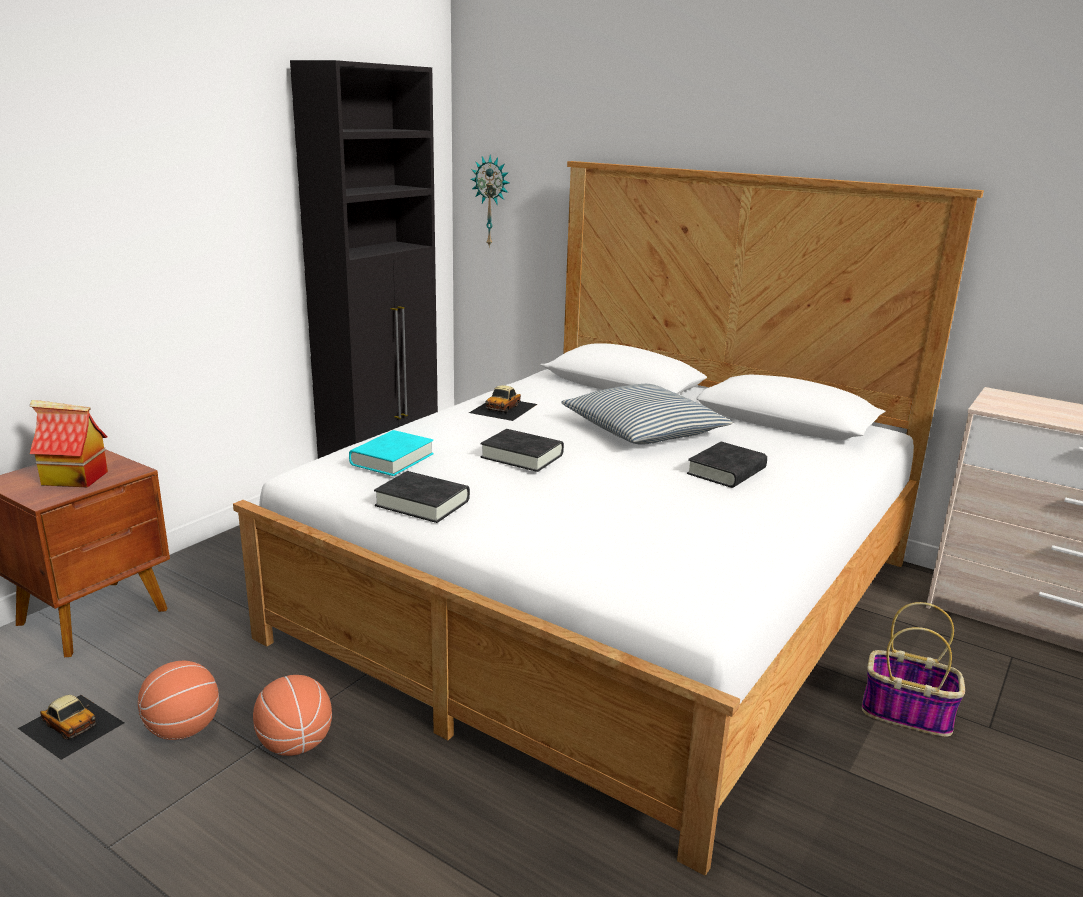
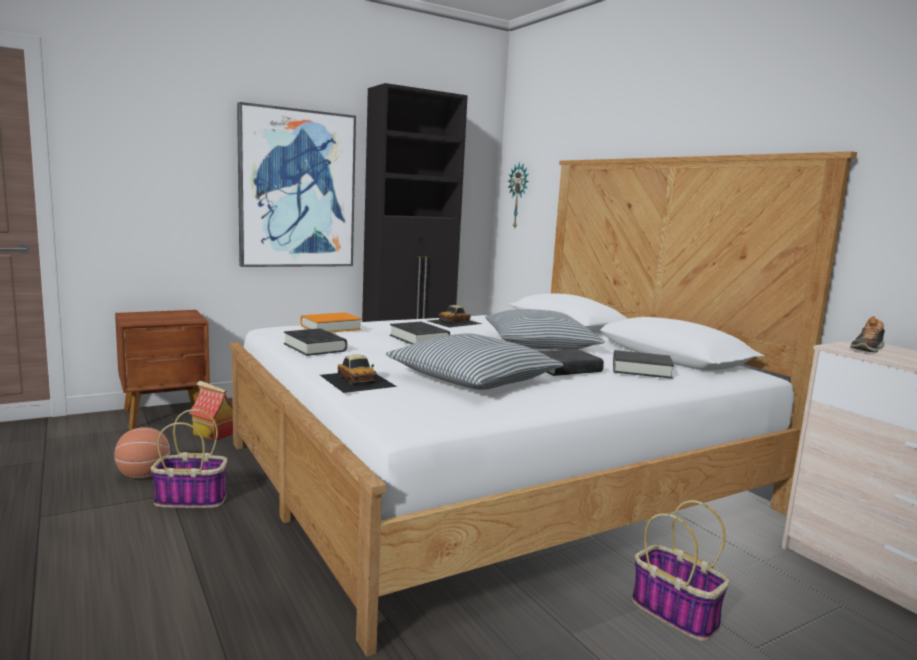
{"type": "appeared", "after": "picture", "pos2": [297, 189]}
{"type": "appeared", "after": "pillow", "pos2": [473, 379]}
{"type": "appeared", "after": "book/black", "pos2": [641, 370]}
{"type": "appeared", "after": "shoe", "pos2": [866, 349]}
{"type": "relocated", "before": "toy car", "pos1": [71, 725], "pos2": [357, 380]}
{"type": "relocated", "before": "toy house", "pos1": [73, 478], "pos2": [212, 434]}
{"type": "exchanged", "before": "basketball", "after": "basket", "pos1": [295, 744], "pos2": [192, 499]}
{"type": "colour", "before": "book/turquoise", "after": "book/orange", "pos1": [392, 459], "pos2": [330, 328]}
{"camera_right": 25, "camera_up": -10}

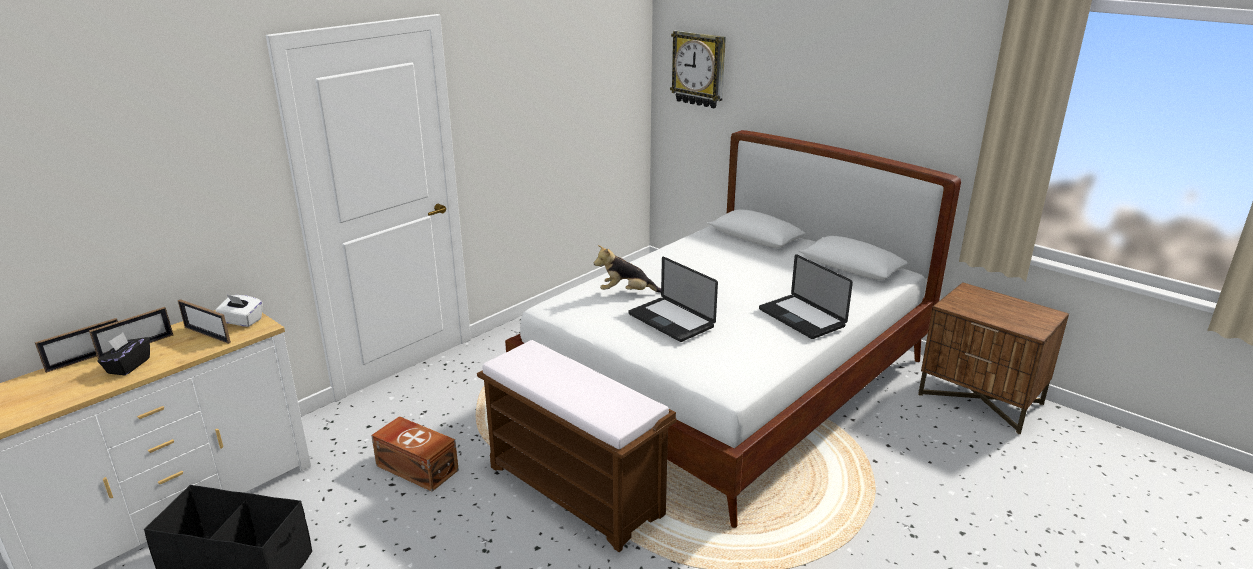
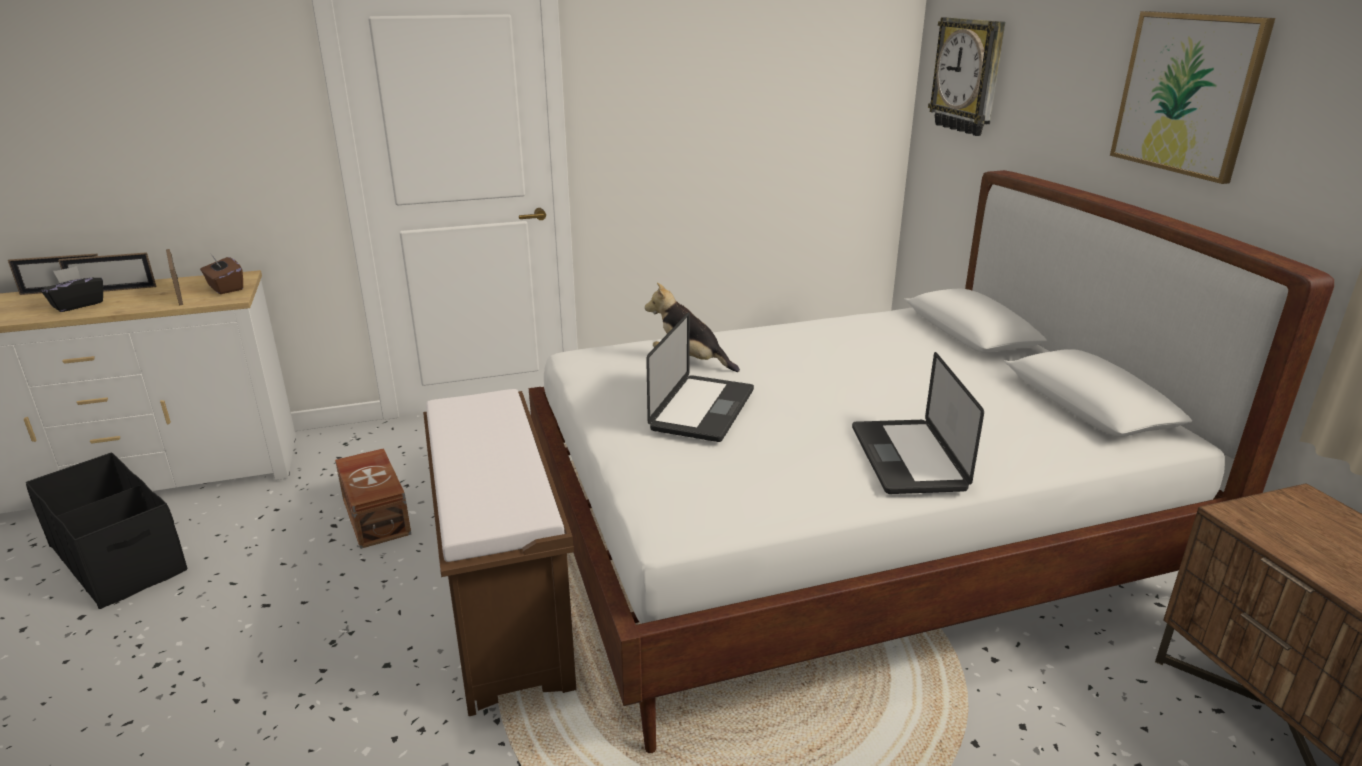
{"type": "appeared", "after": "picture", "pos2": [1187, 94]}
{"type": "colour", "before": "tissue box/white", "after": "tissue box/brown", "pos1": [242, 321], "pos2": [225, 288]}
{"type": "spun", "before": "laptop", "pos1": [671, 321], "pos2": [702, 410], "turn": -150}
{"camera_right": 30, "camera_up": 0}

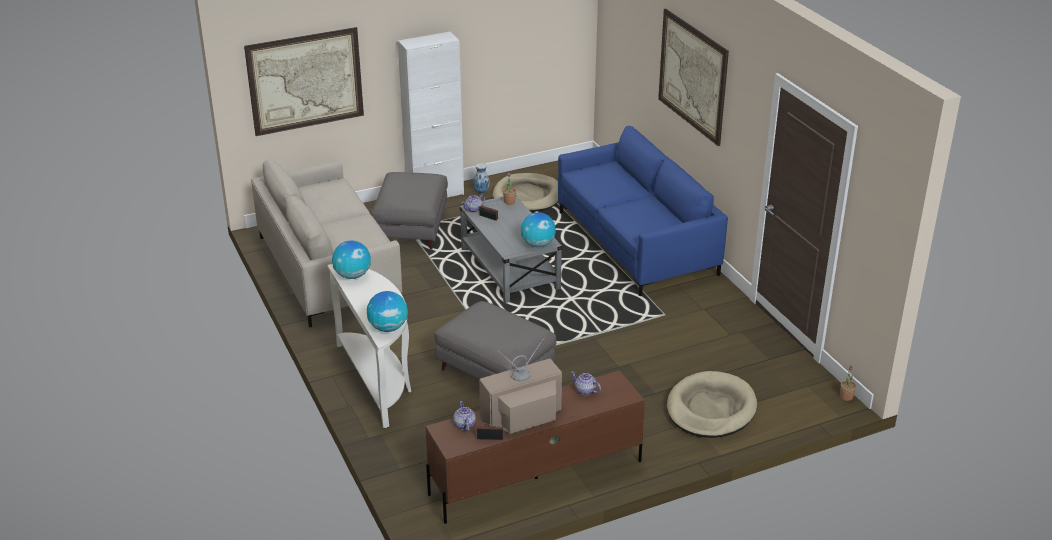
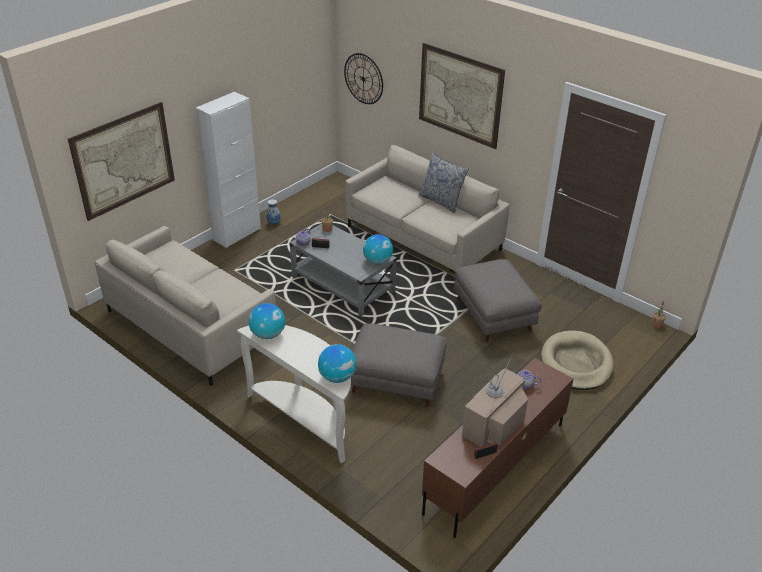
{"type": "missing", "before": "teapot", "pos1": [464, 425]}
{"type": "missing", "before": "dog bed/beige", "pos1": [527, 196]}
{"type": "appeared", "after": "wall clock", "pos2": [363, 78]}
{"type": "appeared", "after": "pillow", "pos2": [441, 201]}
{"type": "relocated", "before": "ottoman/grey", "pos1": [411, 229], "pos2": [493, 315]}
{"type": "colour", "before": "sofa/blue", "after": "sofa/beige", "pos1": [636, 243], "pos2": [423, 239]}
{"camera_right": -25, "camera_up": 5}

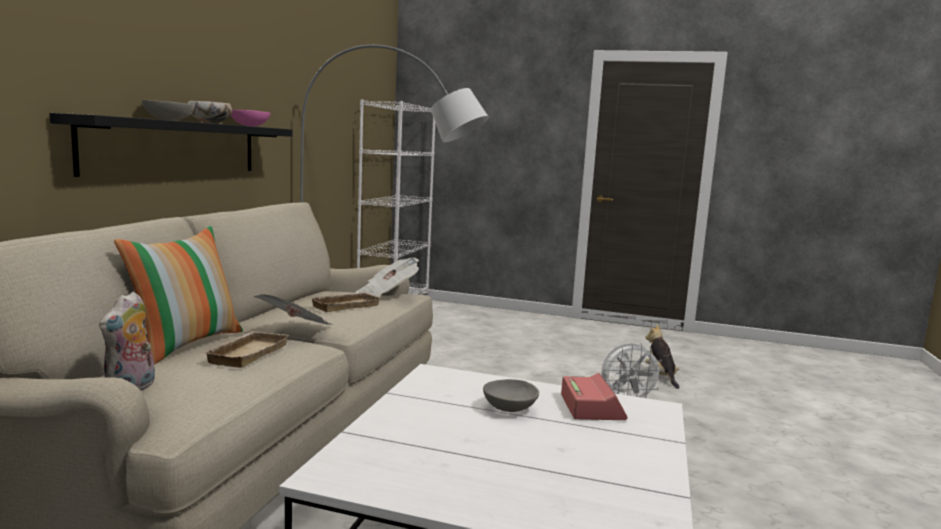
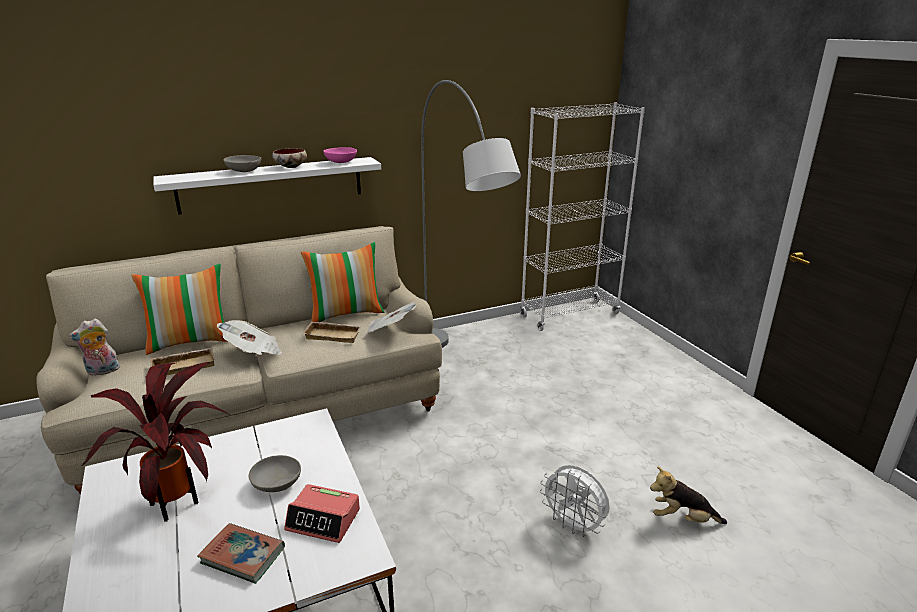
{"type": "appeared", "after": "potted plant", "pos2": [180, 502]}
{"type": "appeared", "after": "book", "pos2": [243, 556]}
{"type": "appeared", "after": "pillow", "pos2": [346, 313]}
{"type": "colour", "before": "shelf/black", "after": "shelf/white", "pos1": [176, 147], "pos2": [271, 185]}
{"type": "spun", "before": "alarm clock", "pos1": [591, 407], "pos2": [324, 520], "turn": 60}
{"type": "spun", "before": "plush toy", "pos1": [661, 376], "pos2": [682, 518], "turn": -120}
{"camera_right": 50, "camera_up": 15}

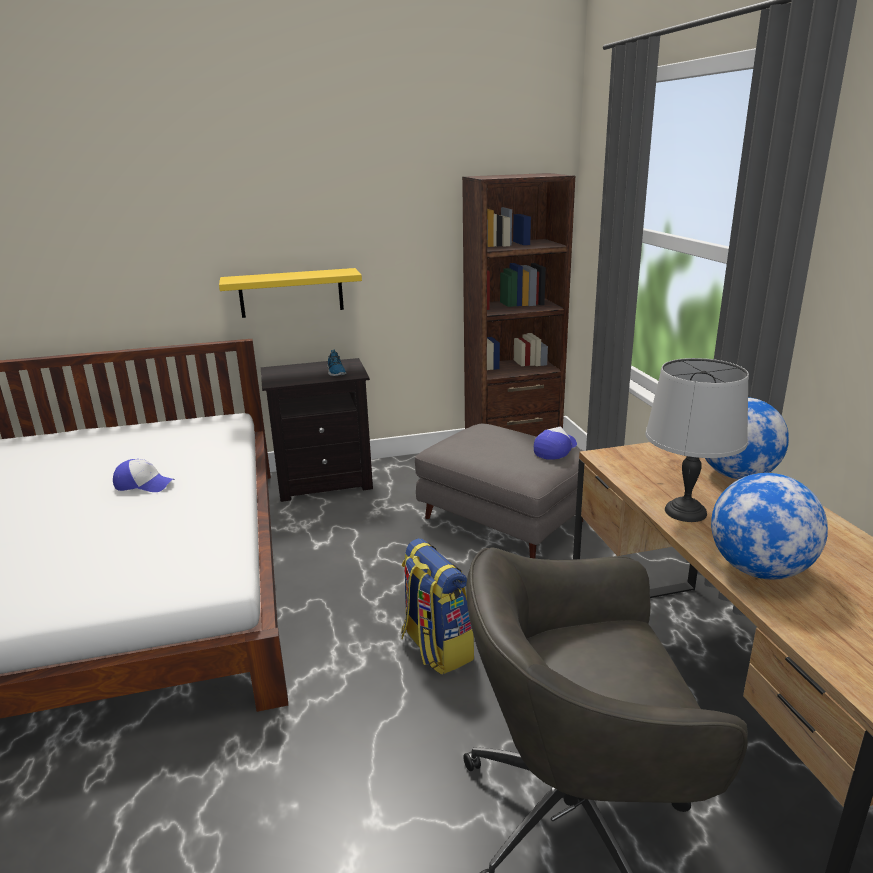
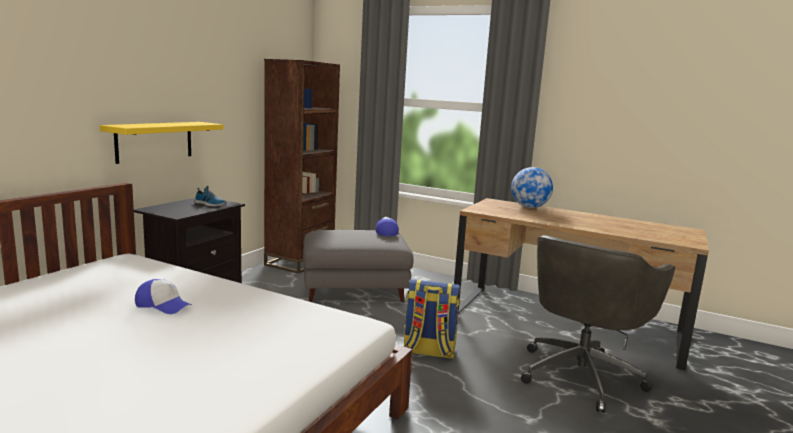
{"type": "missing", "before": "table lamp/grey", "pos1": [684, 512]}
{"type": "missing", "before": "globe", "pos1": [759, 570]}
{"type": "spun", "before": "cap", "pos1": [144, 484], "pos2": [163, 305], "turn": 60}
{"camera_right": -50, "camera_up": -10}

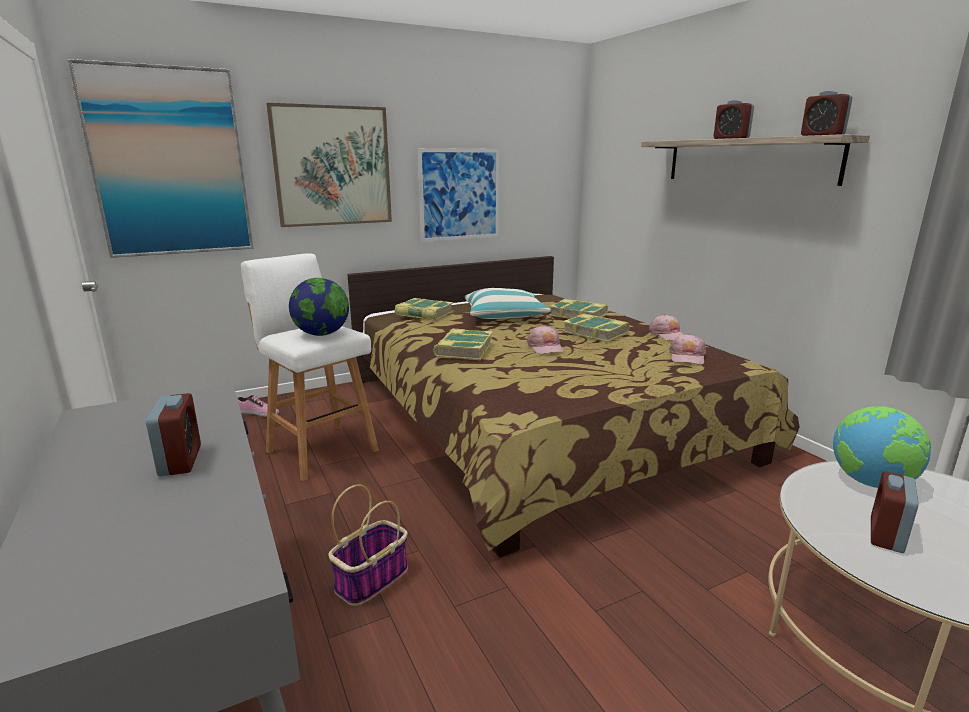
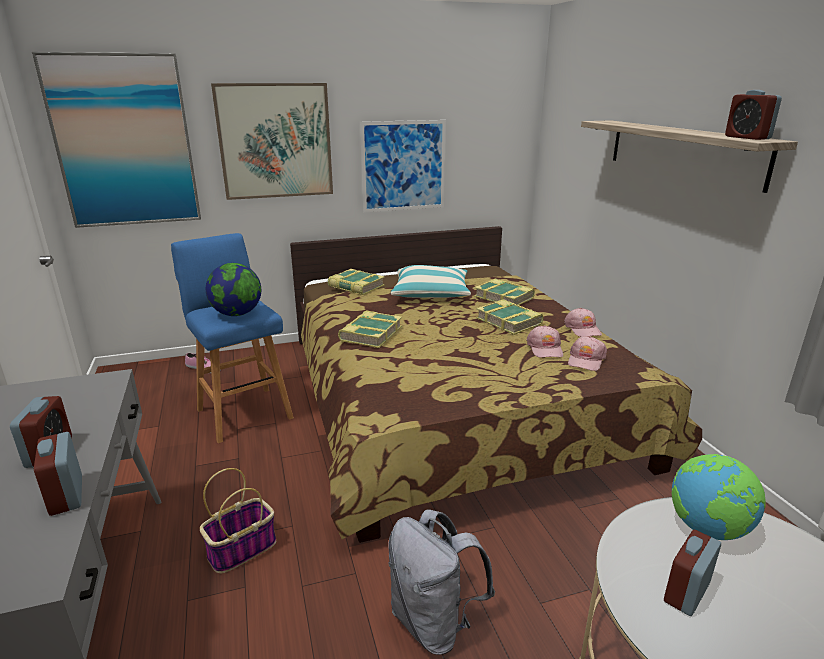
{"type": "appeared", "after": "backpack/grey", "pos2": [434, 622]}
{"type": "relocated", "before": "cap/pink", "pos1": [545, 347], "pos2": [545, 348]}
{"type": "relocated", "before": "alarm clock", "pos1": [731, 138], "pos2": [66, 495]}
{"type": "colour", "before": "stool/white", "after": "stool/blue", "pos1": [320, 449], "pos2": [243, 412]}
{"camera_right": 10, "camera_up": 5}

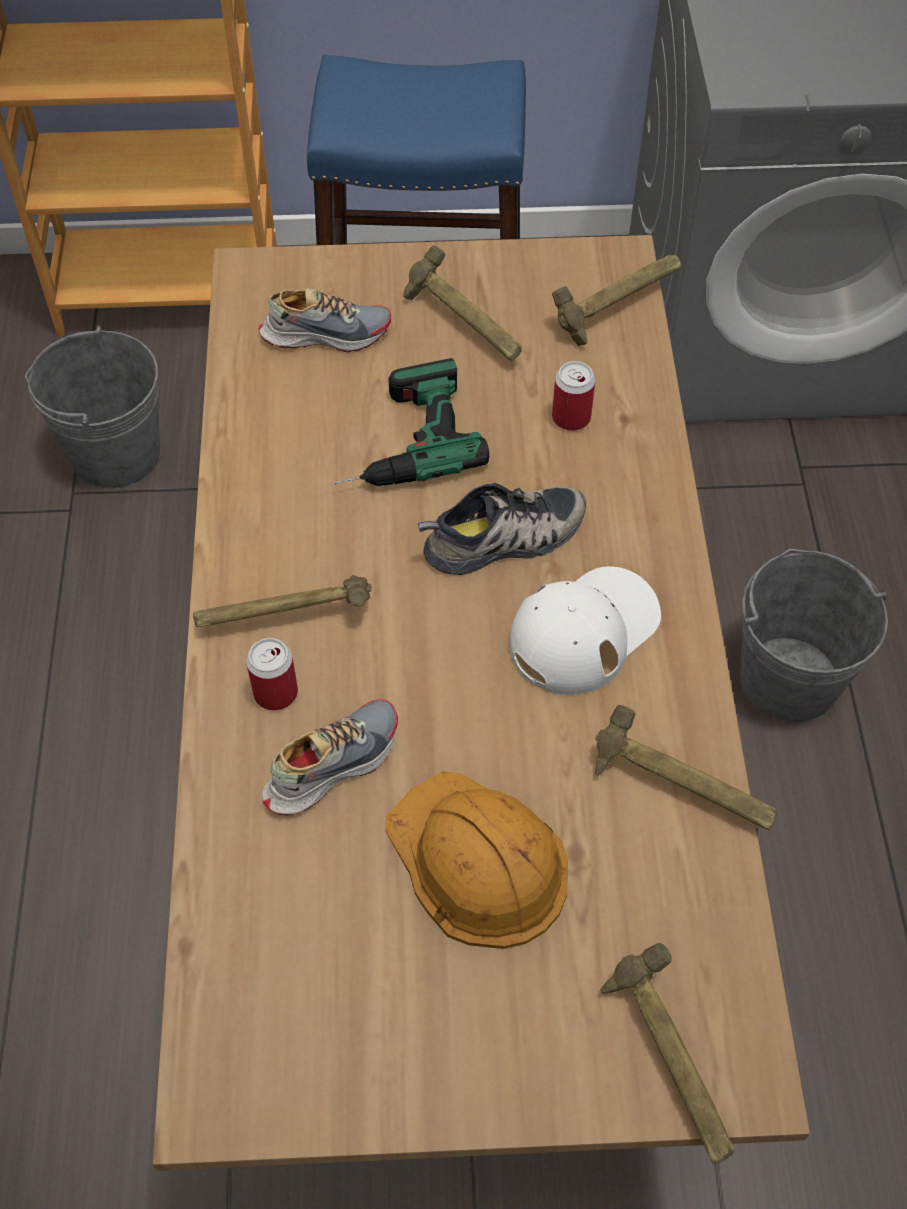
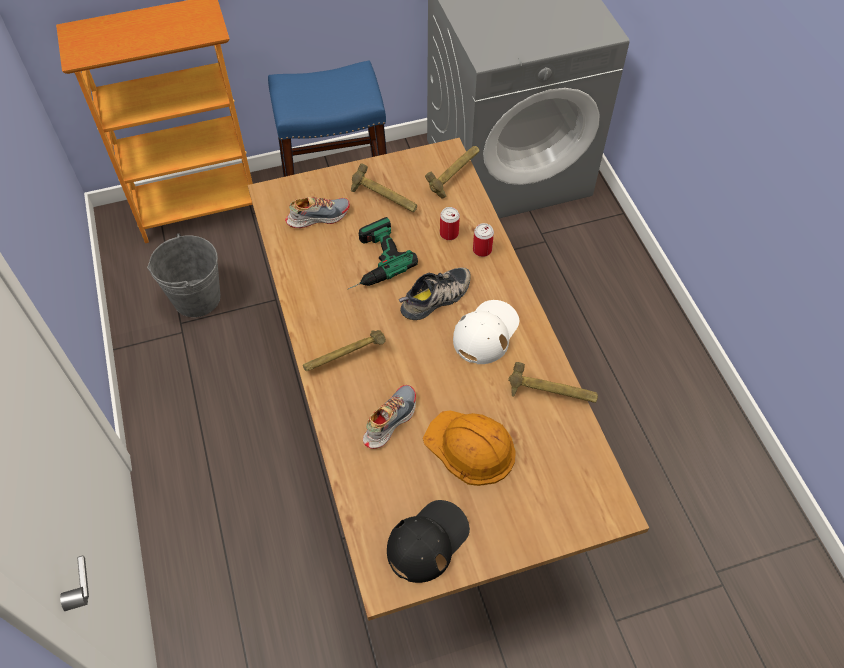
{"type": "missing", "before": "hammer", "pos1": [669, 1063]}
{"type": "missing", "before": "bucket/grey", "pos1": [789, 679]}
{"type": "appeared", "after": "cap/black", "pos2": [427, 541]}
{"type": "relocated", "before": "can", "pos1": [275, 692], "pos2": [482, 250]}
{"camera_right": -15, "camera_up": 0}

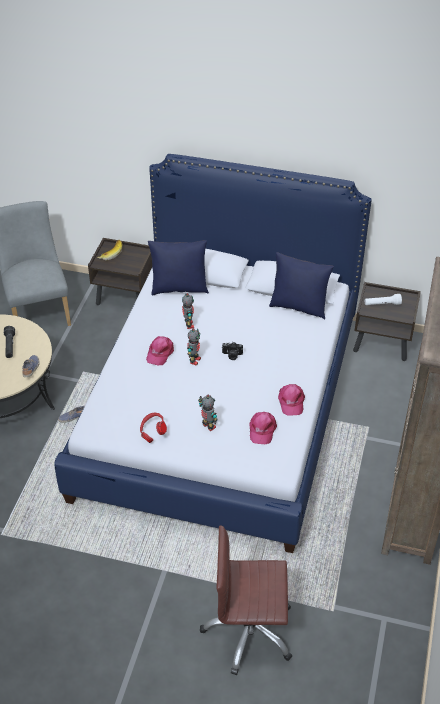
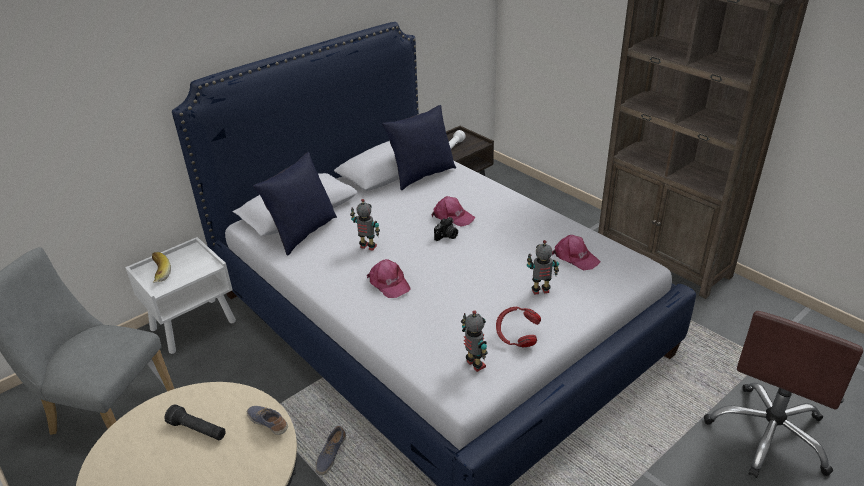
{"type": "relocated", "before": "toy robot", "pos1": [194, 360], "pos2": [474, 365]}
{"type": "relocated", "before": "cap/pink", "pos1": [291, 402], "pos2": [452, 216]}
{"type": "colour", "before": "nightstand/brown", "after": "nightstand/white", "pos1": [126, 297], "pos2": [194, 325]}
{"camera_right": -55, "camera_up": -10}

